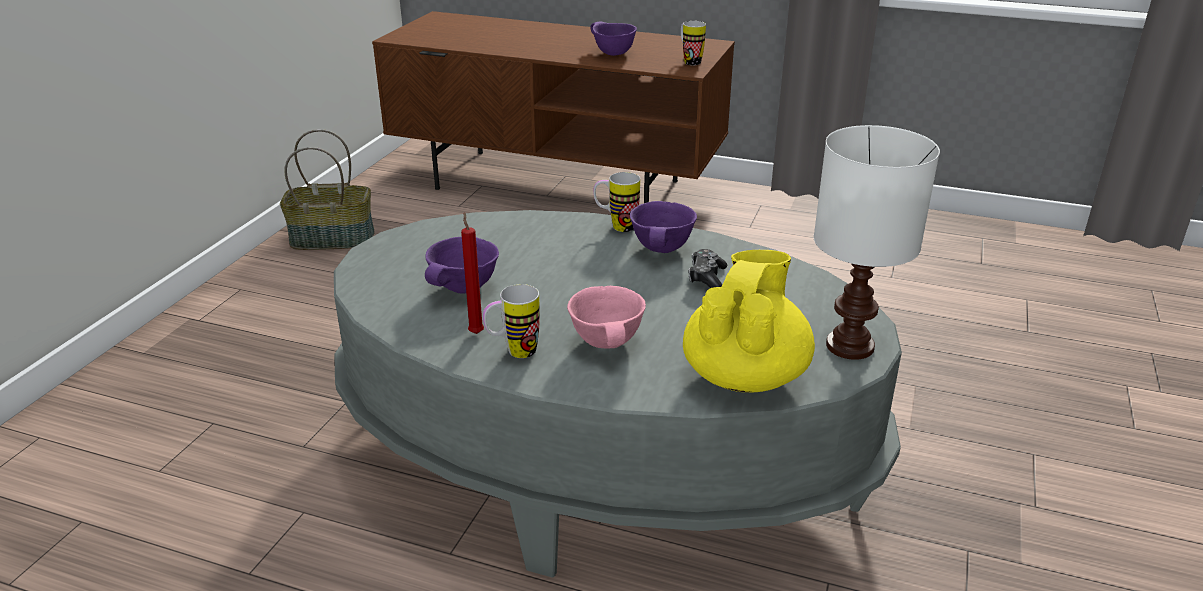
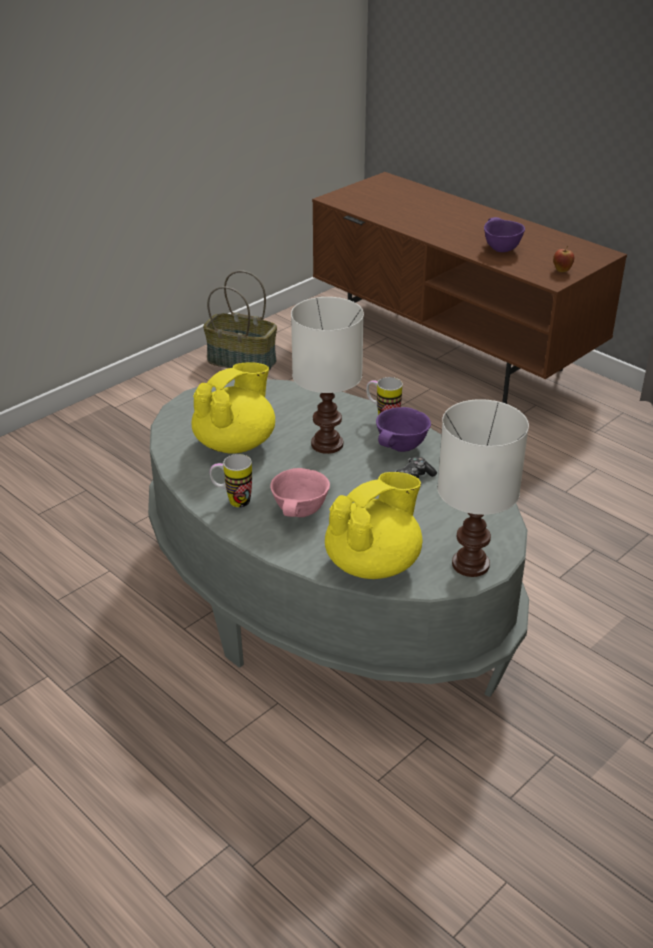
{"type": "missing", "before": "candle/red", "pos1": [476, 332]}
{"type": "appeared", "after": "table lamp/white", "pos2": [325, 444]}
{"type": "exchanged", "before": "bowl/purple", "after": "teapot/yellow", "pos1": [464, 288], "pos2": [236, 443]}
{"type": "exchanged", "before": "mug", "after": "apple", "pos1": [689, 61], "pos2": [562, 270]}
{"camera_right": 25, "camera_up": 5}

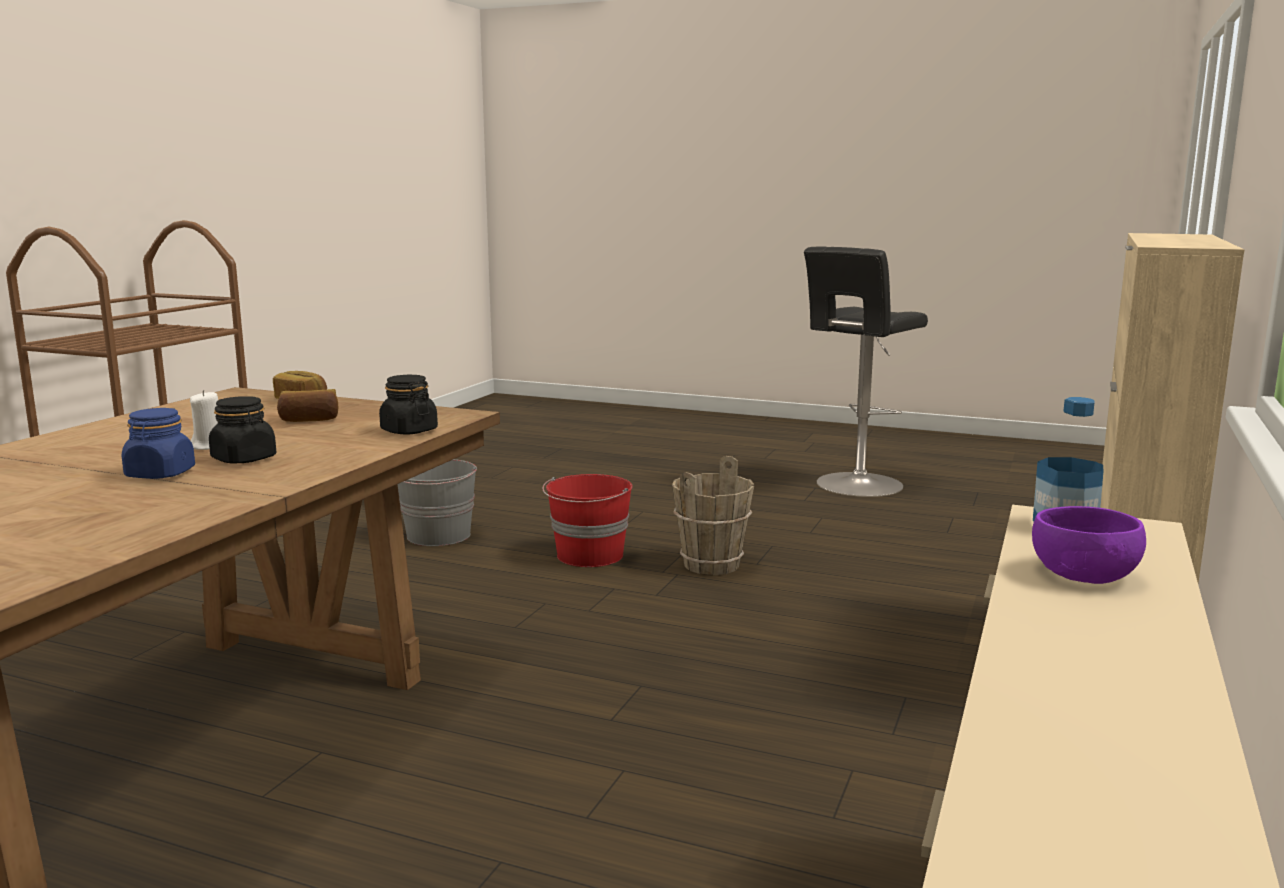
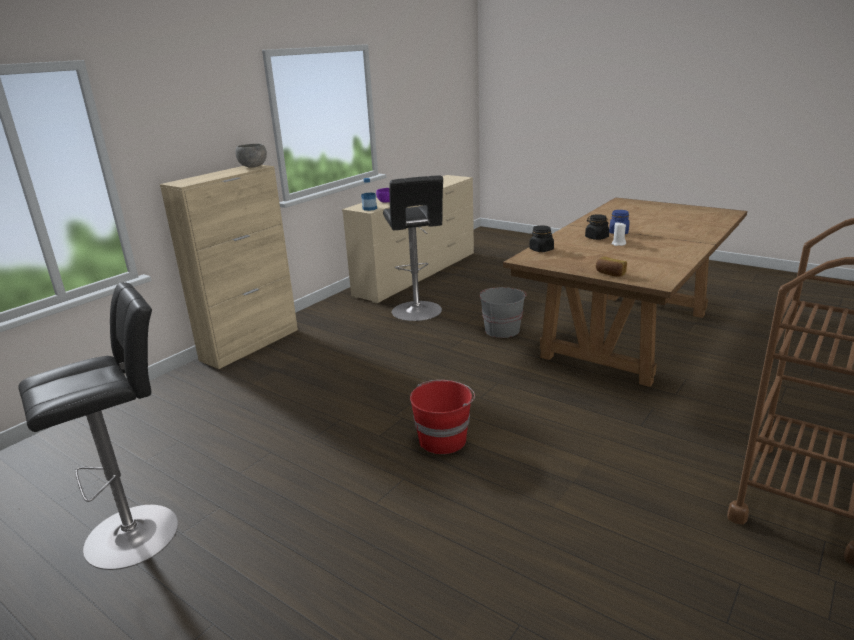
{"type": "missing", "before": "bread", "pos1": [309, 420]}
{"type": "missing", "before": "bucket/brown", "pos1": [712, 565]}
{"type": "appeared", "after": "bowl/grey", "pos2": [253, 167]}
{"type": "appeared", "after": "stool/black", "pos2": [417, 312]}
{"type": "relocated", "before": "bucket/grey", "pos1": [438, 536], "pos2": [502, 330]}
{"camera_right": -165, "camera_up": 10}

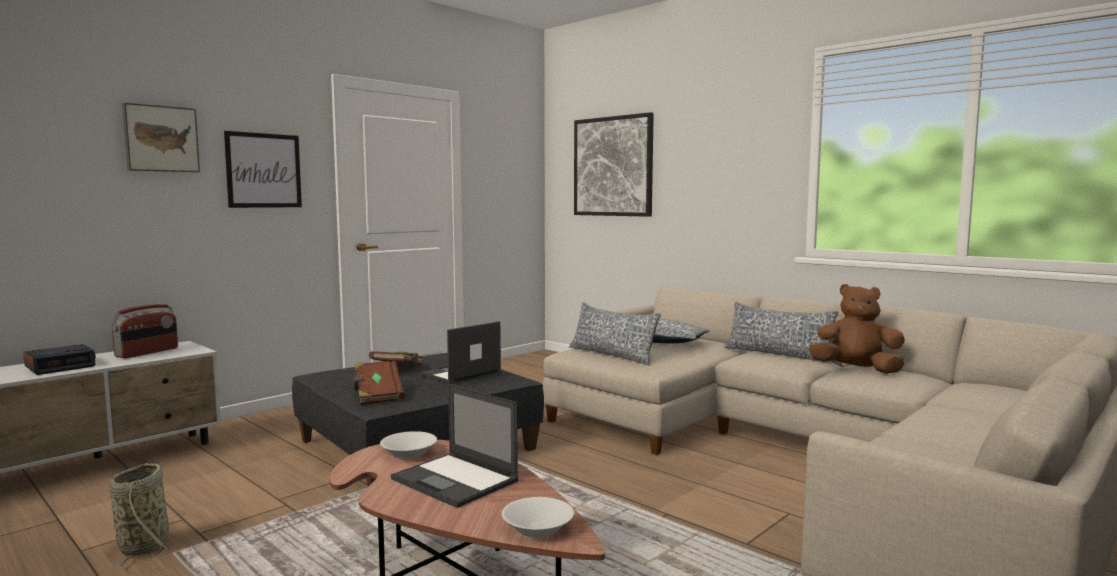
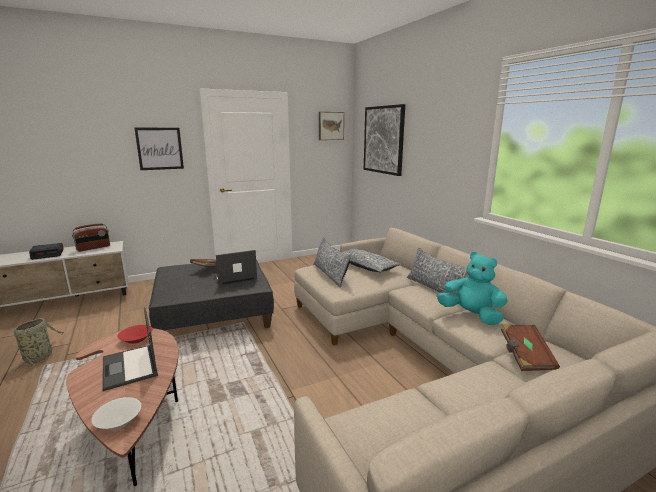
{"type": "relocated", "before": "picture", "pos1": [161, 139], "pos2": [330, 126]}
{"type": "relocated", "before": "book/brown", "pos1": [377, 395], "pos2": [525, 356]}
{"type": "colour", "before": "bowl/white", "after": "bowl/red", "pos1": [408, 453], "pos2": [136, 339]}
{"type": "colour", "before": "plush toy/brown", "after": "plush toy/turquoise", "pos1": [856, 370], "pos2": [471, 315]}
{"camera_right": 20, "camera_up": 10}

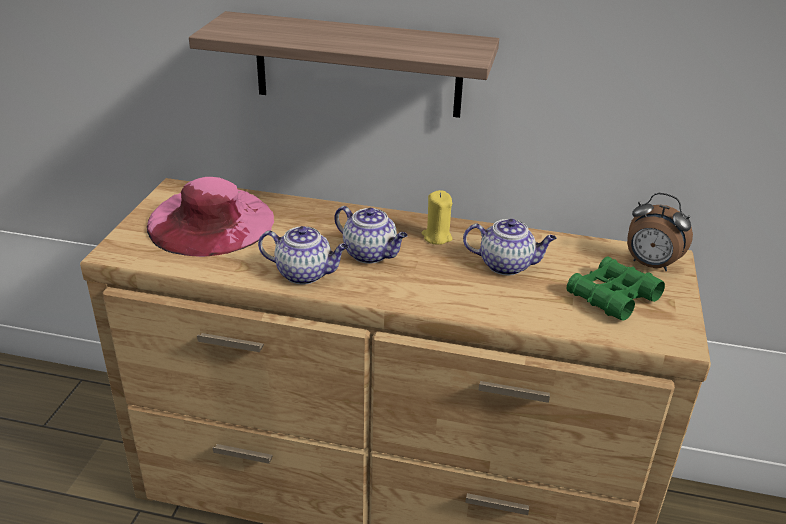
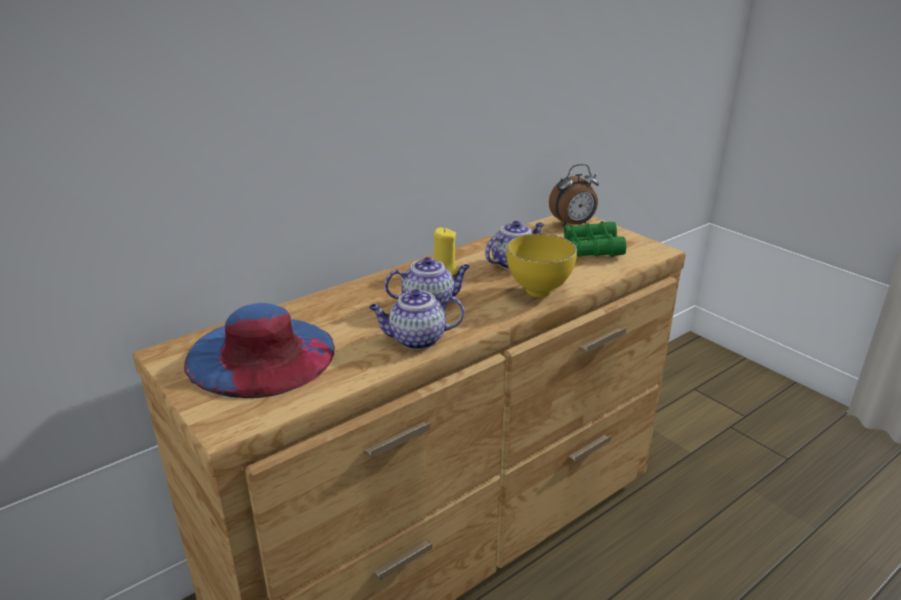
{"type": "missing", "before": "shelf", "pos1": [358, 65]}
{"type": "appeared", "after": "bowl/yellow", "pos2": [537, 292]}
{"type": "colour", "before": "hat/pink", "after": "hat/blue", "pos1": [210, 221], "pos2": [261, 354]}
{"type": "spun", "before": "teapot", "pos1": [305, 274], "pos2": [416, 340], "turn": -150}
{"camera_right": -50, "camera_up": -5}

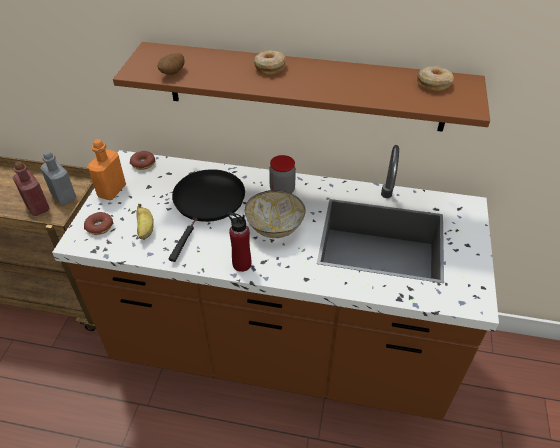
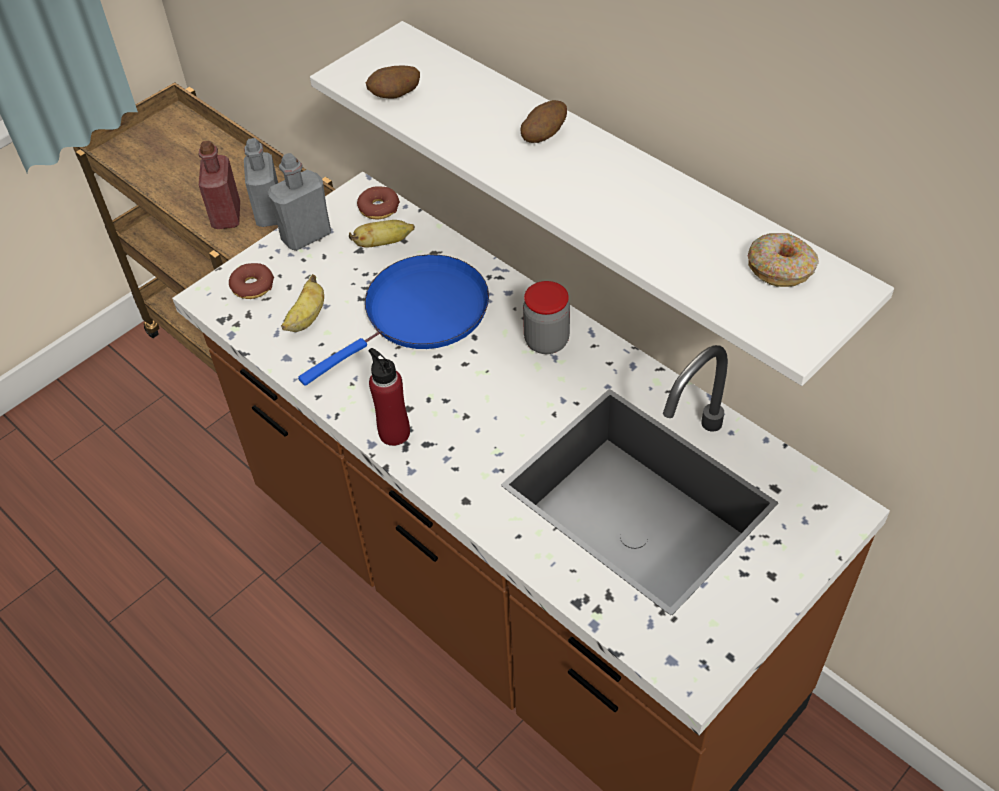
{"type": "missing", "before": "bowl", "pos1": [274, 227]}
{"type": "appeared", "after": "banana", "pos2": [383, 243]}
{"type": "exchanged", "before": "donut", "after": "potato", "pos1": [269, 67], "pos2": [543, 136]}
{"type": "colour", "before": "bottle/orange", "after": "bottle/grey", "pos1": [112, 191], "pos2": [306, 236]}
{"type": "colour", "before": "shelf/brown", "after": "shelf/white", "pos1": [304, 87], "pos2": [615, 184]}
{"type": "colour", "before": "frying pan/black", "after": "frying pan/blue", "pos1": [207, 203], "pos2": [420, 314]}
{"camera_right": 35, "camera_up": 5}

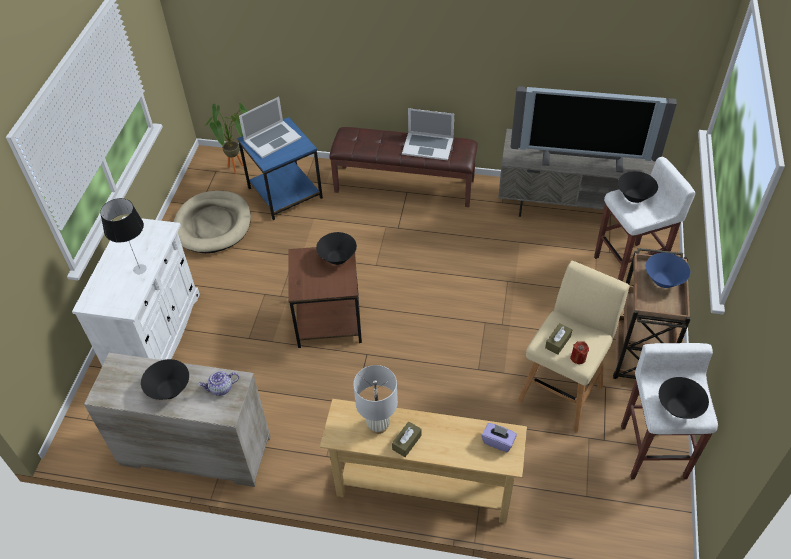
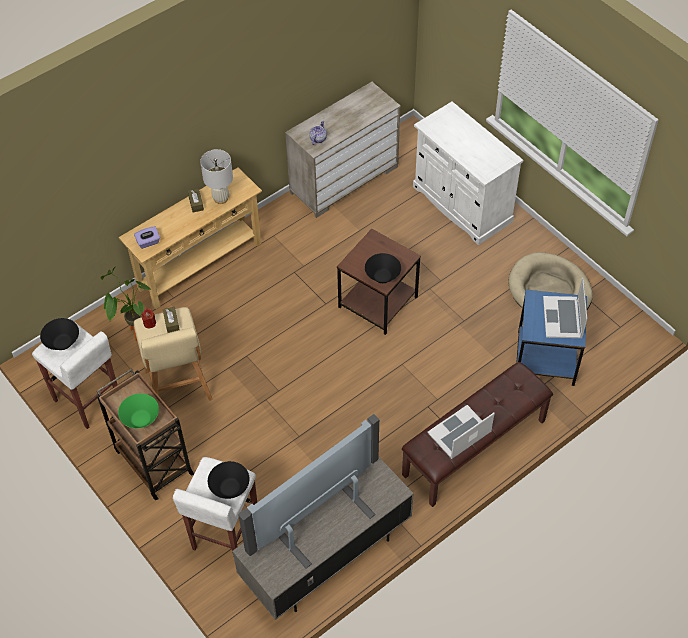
{"type": "missing", "before": "table lamp", "pos1": [140, 269]}
{"type": "missing", "before": "bowl/black", "pos1": [169, 389]}
{"type": "relocated", "before": "potted plant", "pos1": [238, 170], "pos2": [133, 334]}
{"type": "colour", "before": "bowl/blue", "after": "bowl/green", "pos1": [663, 280], "pos2": [141, 419]}
{"camera_right": 130, "camera_up": 5}

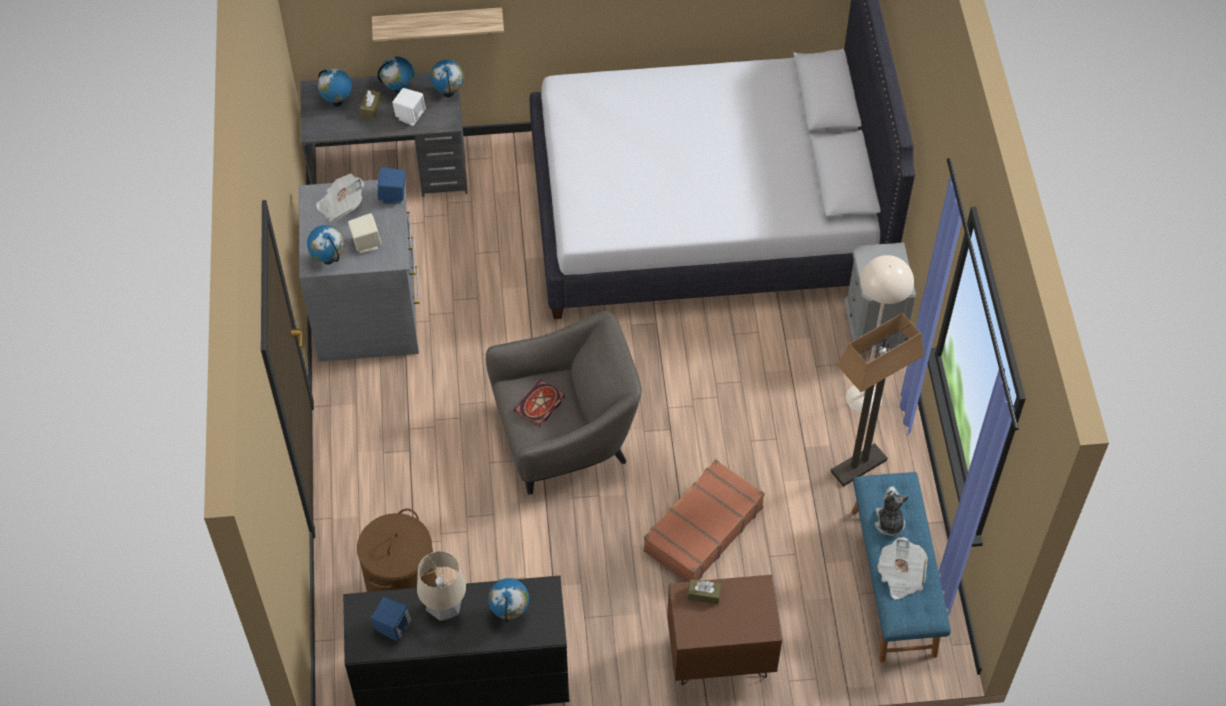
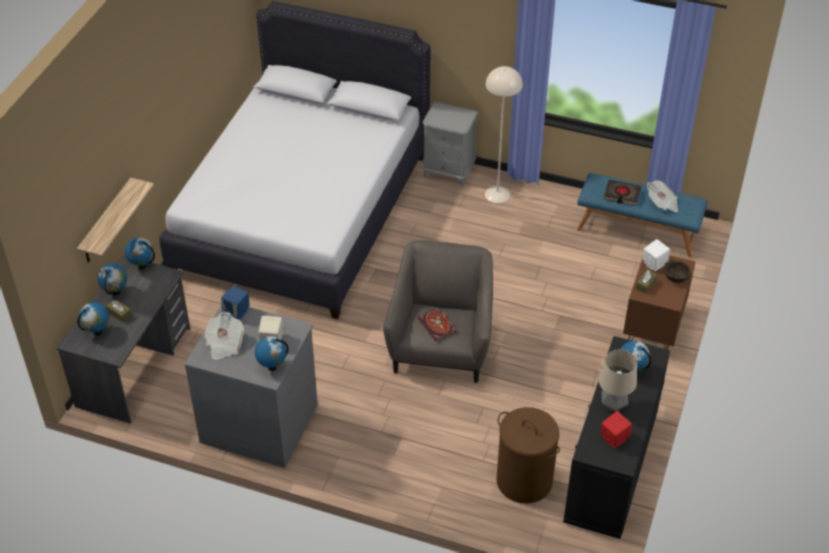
{"type": "missing", "before": "suitcase/brown", "pos1": [702, 529]}
{"type": "missing", "before": "floor lamp", "pos1": [858, 466]}
{"type": "appeared", "after": "bowl/brown", "pos2": [676, 277]}
{"type": "relocated", "before": "speaker/white", "pos1": [410, 116], "pos2": [654, 264]}
{"type": "exchanged", "before": "plush toy", "after": "book/black", "pos1": [889, 522], "pos2": [622, 194]}
{"type": "colour", "before": "speaker/blue", "after": "speaker/red", "pos1": [393, 627], "pos2": [614, 438]}
{"camera_right": -65, "camera_up": -10}

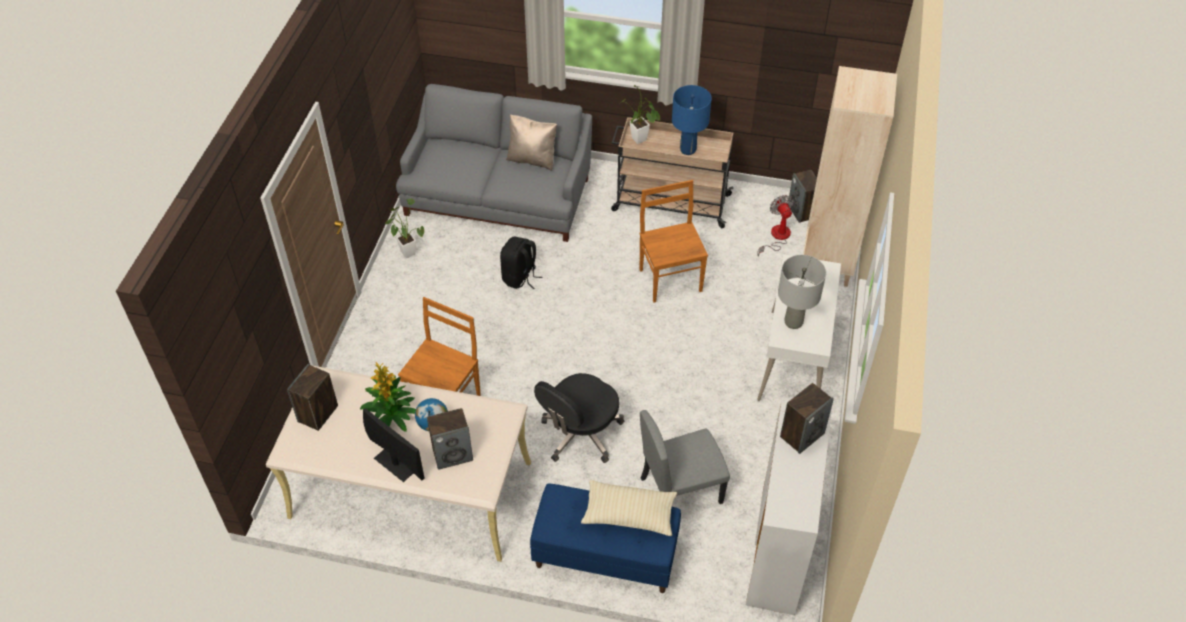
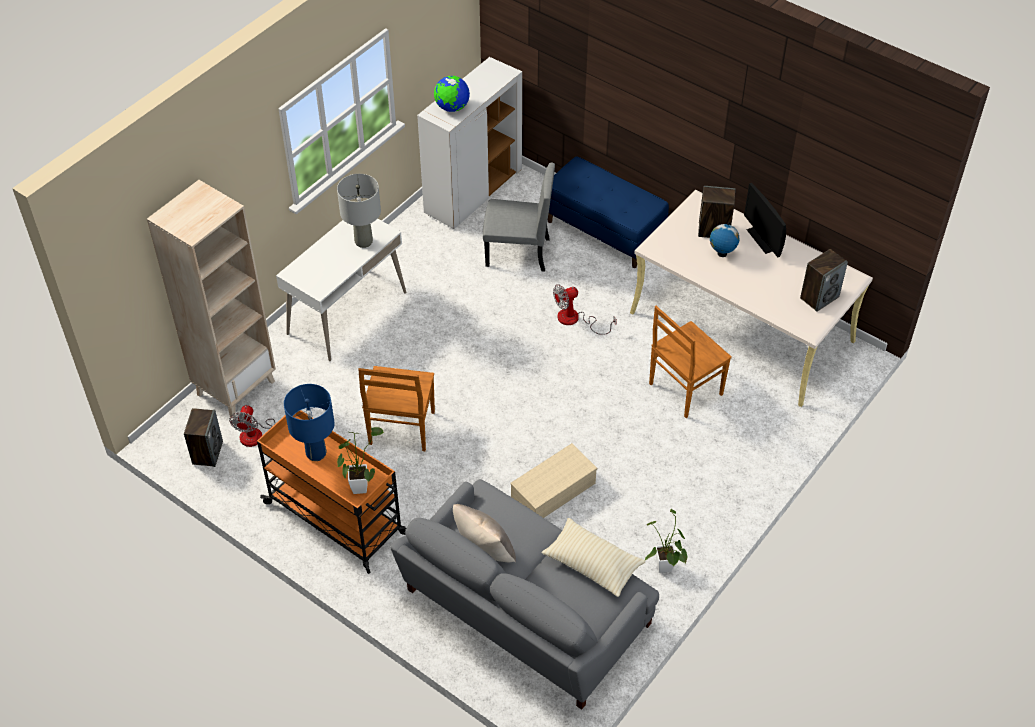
{"type": "missing", "before": "potted plant", "pos1": [390, 415]}
{"type": "relocated", "before": "pillow/beige", "pos1": [629, 514], "pos2": [592, 564]}
{"type": "exchanged", "before": "backpack/black", "after": "storage box/beige", "pos1": [520, 277], "pos2": [553, 489]}
{"type": "exchanged", "before": "office chair/black", "after": "fan", "pos1": [580, 434], "pos2": [575, 320]}
{"type": "exchanged", "before": "speaker", "after": "globe", "pos1": [802, 435], "pos2": [452, 107]}
{"type": "colour", "before": "cart/beige", "after": "cart/orange", "pos1": [670, 203], "pos2": [337, 519]}
{"camera_right": -155, "camera_up": 0}

